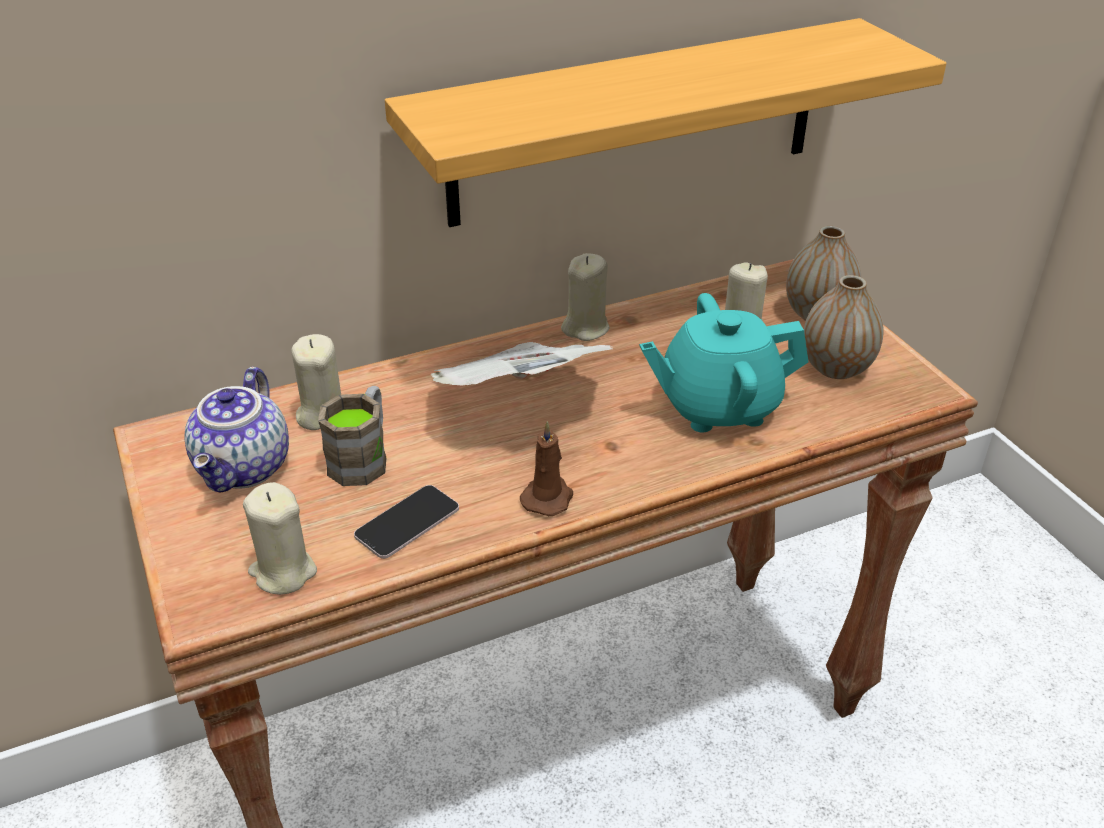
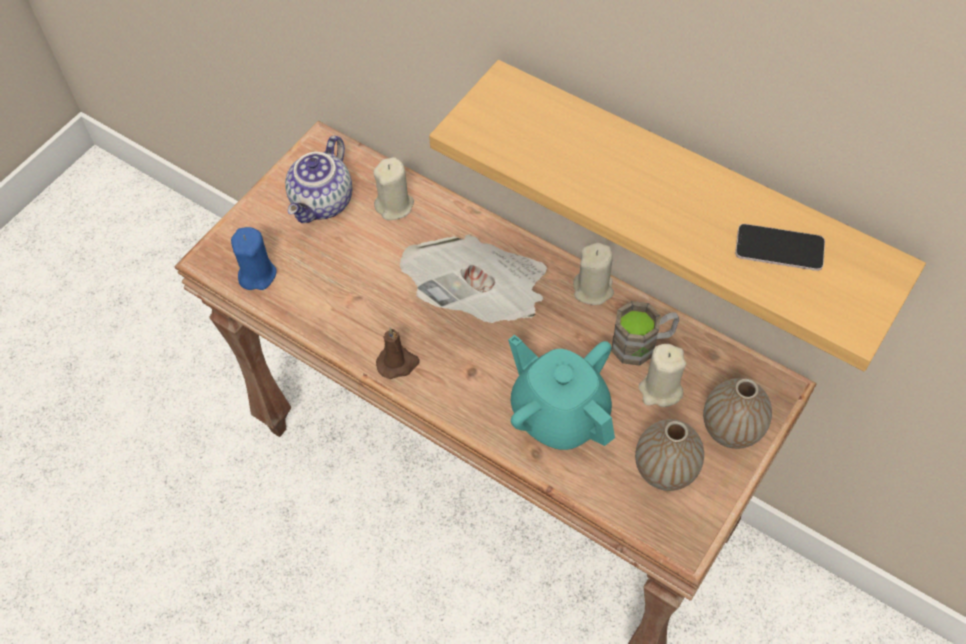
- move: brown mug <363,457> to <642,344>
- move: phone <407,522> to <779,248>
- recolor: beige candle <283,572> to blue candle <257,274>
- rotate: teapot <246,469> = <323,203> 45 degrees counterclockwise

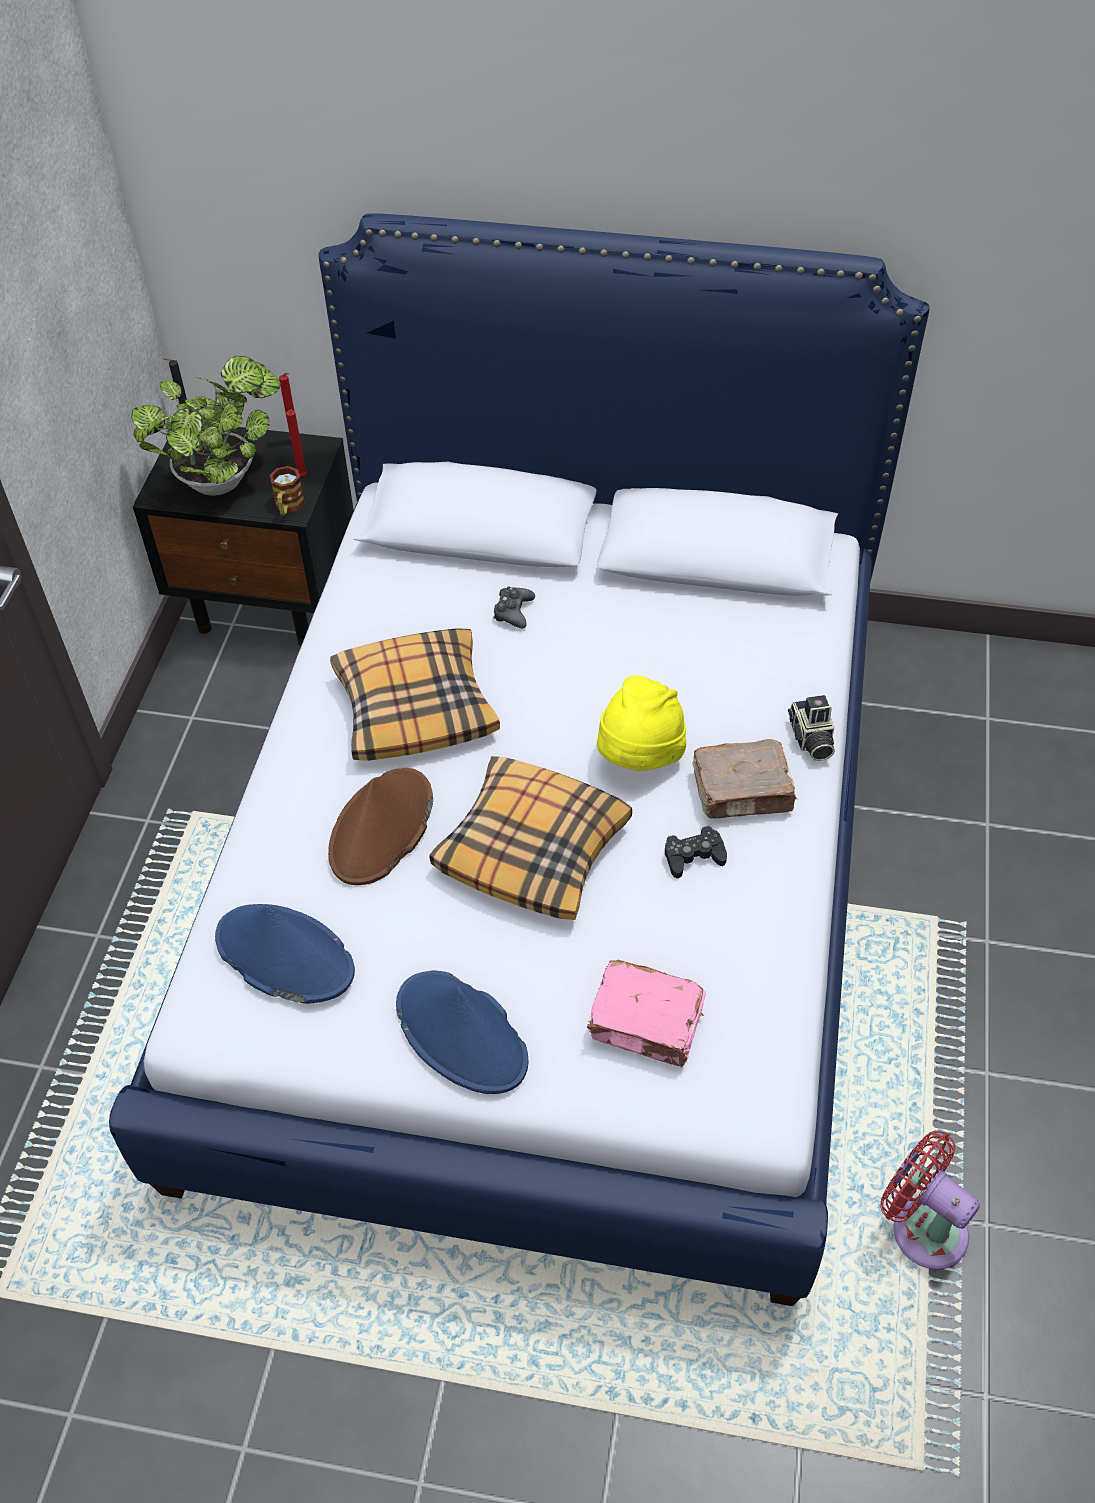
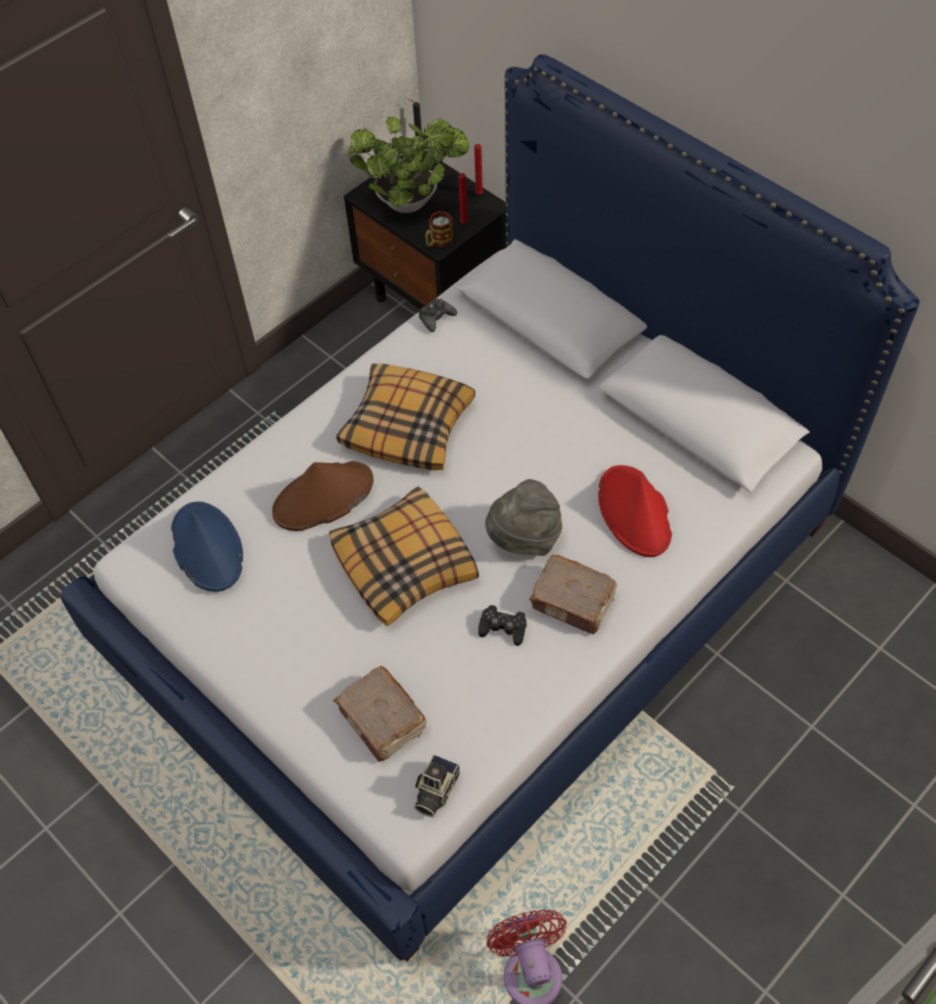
- delete: blue hat <462,1034>
- insert: red hat <634,512>
- move: black game controller <513,611> to <436,318>
- move: photo camera <810,739> to <435,791>
- recolor: pink book <647,1024> to brown book <382,721>
- recolor: yellow hat <639,756> to grey hat <524,538>

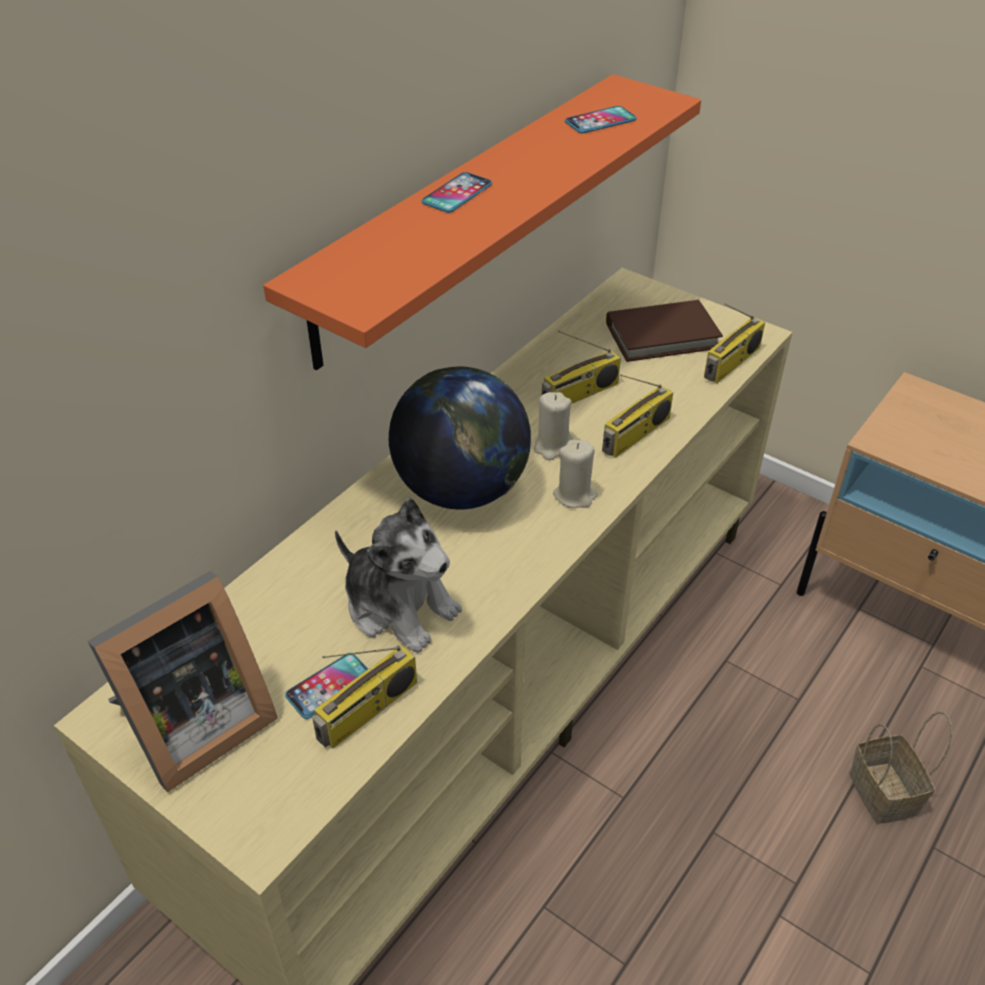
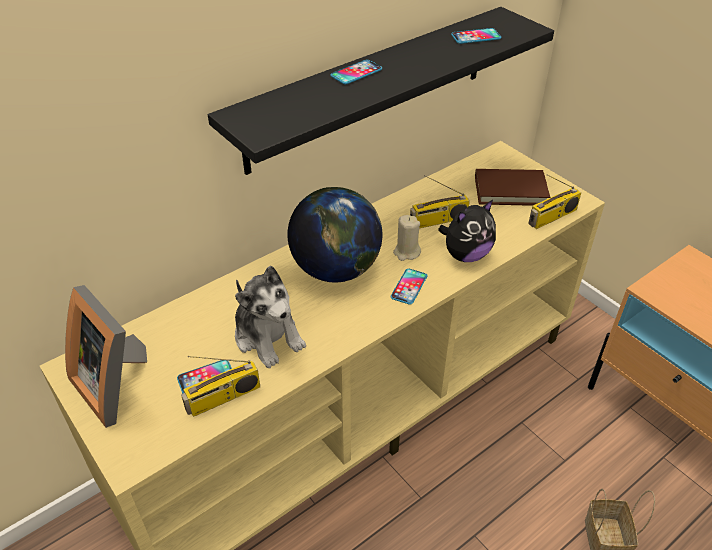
- replace: beige candle <575,495> to phone <409,287>
- replace: radio <636,435> to plush toy <466,254>
- recolor: orange shelf <465,215> to black shelf <370,88>
- rotate: picture frame <192,726> = <116,384> 75 degrees clockwise

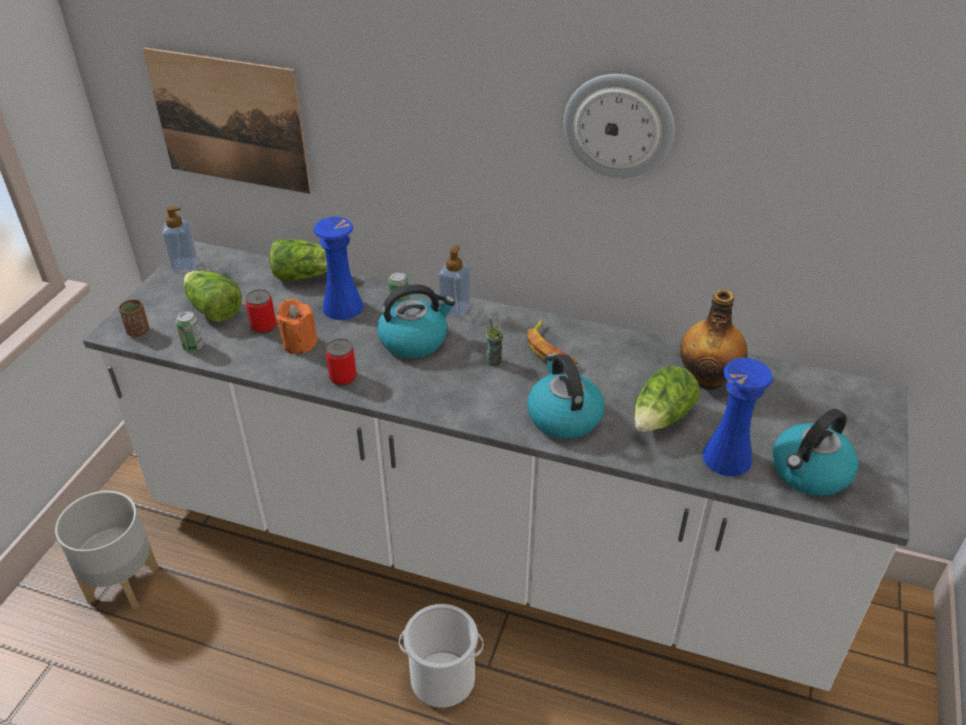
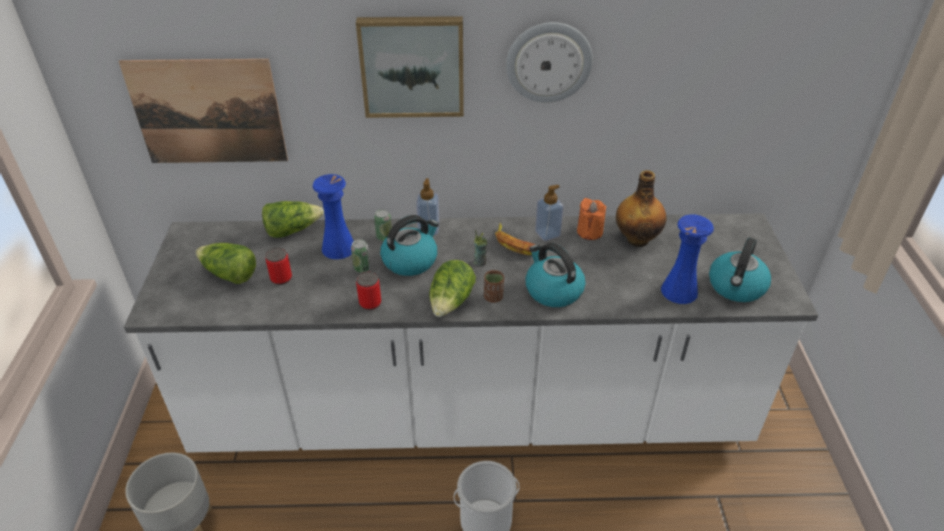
- insert: picture <412,66>
- move: brown cup <138,331> to <493,297>
- move: soap dispenser <184,264> to <547,234>
- move: can <193,346> to <362,268>
- move: orange candle <299,343> to <589,232>
- move: lettuce <661,418> to <451,302>

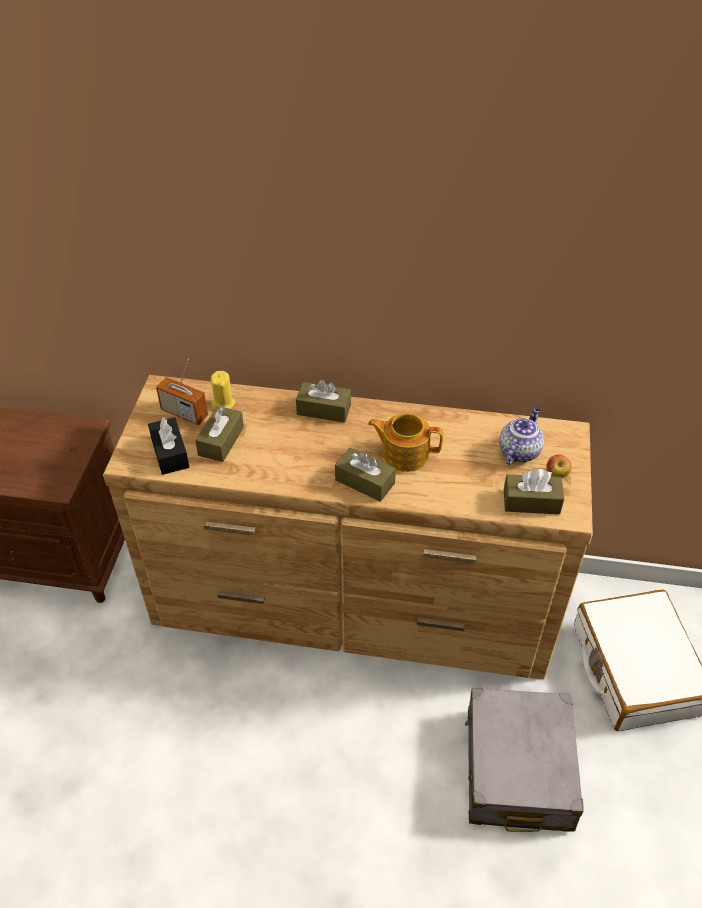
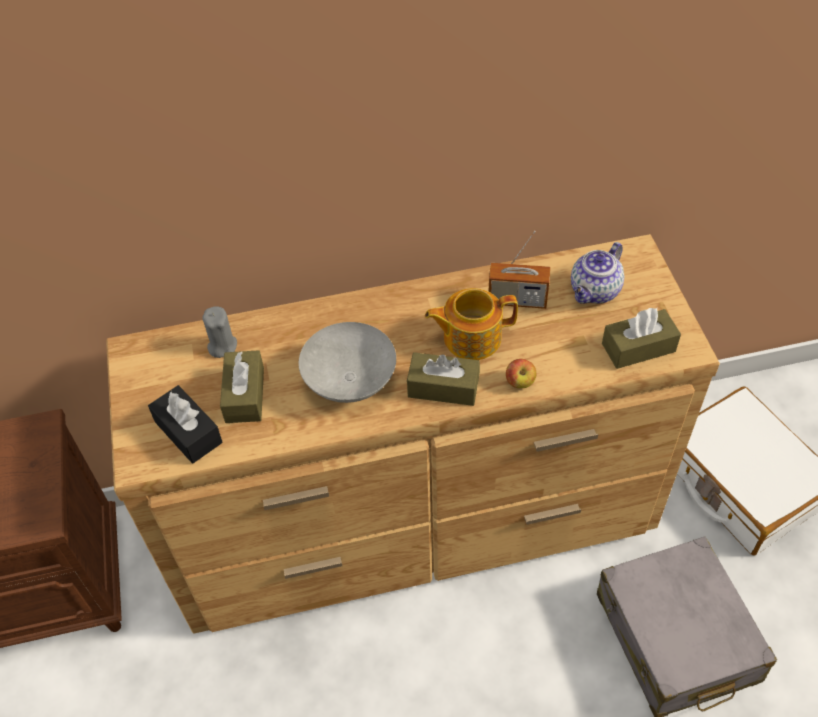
- delete: brown tissue box <324,410>
- insert: grey bowl <348,380>
- move: radio <184,413> to <517,300>
- move: apple <557,474> to <520,382>
- recolor: yellow candle <223,403> to grey candle <222,345>
- rotate: teapot <519,451> = <594,292> 150 degrees counterclockwise

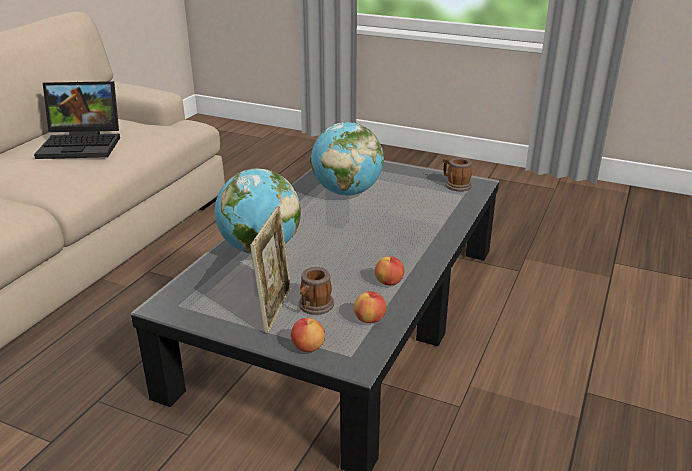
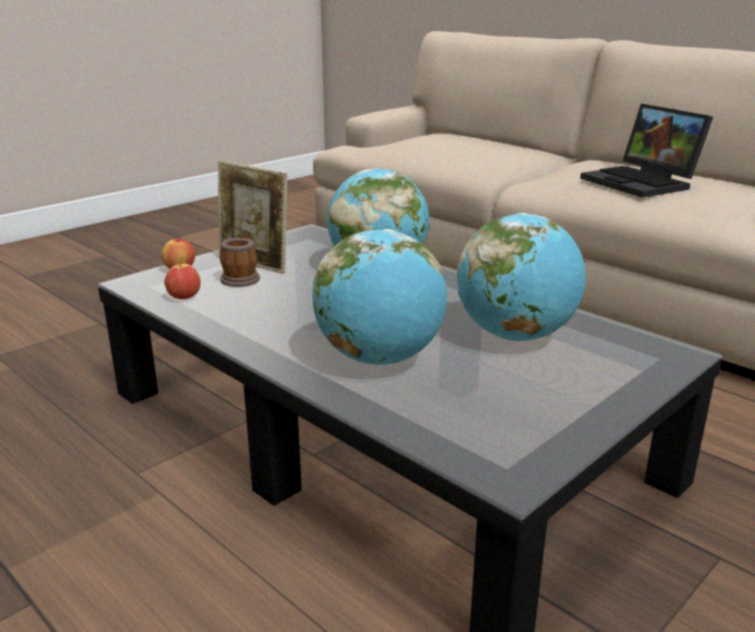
- delete: apple <389,282>
- delete: mug <455,185>
- insert: globe <380,358>
- rotate: laptop <83,144> = <642,183> 45 degrees counterclockwise

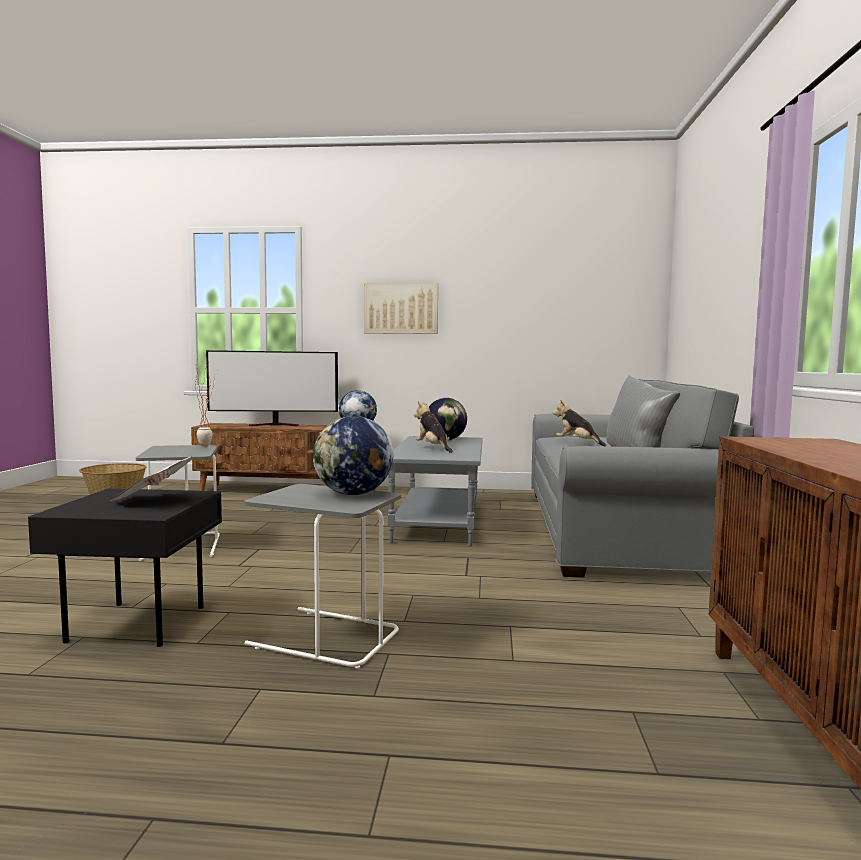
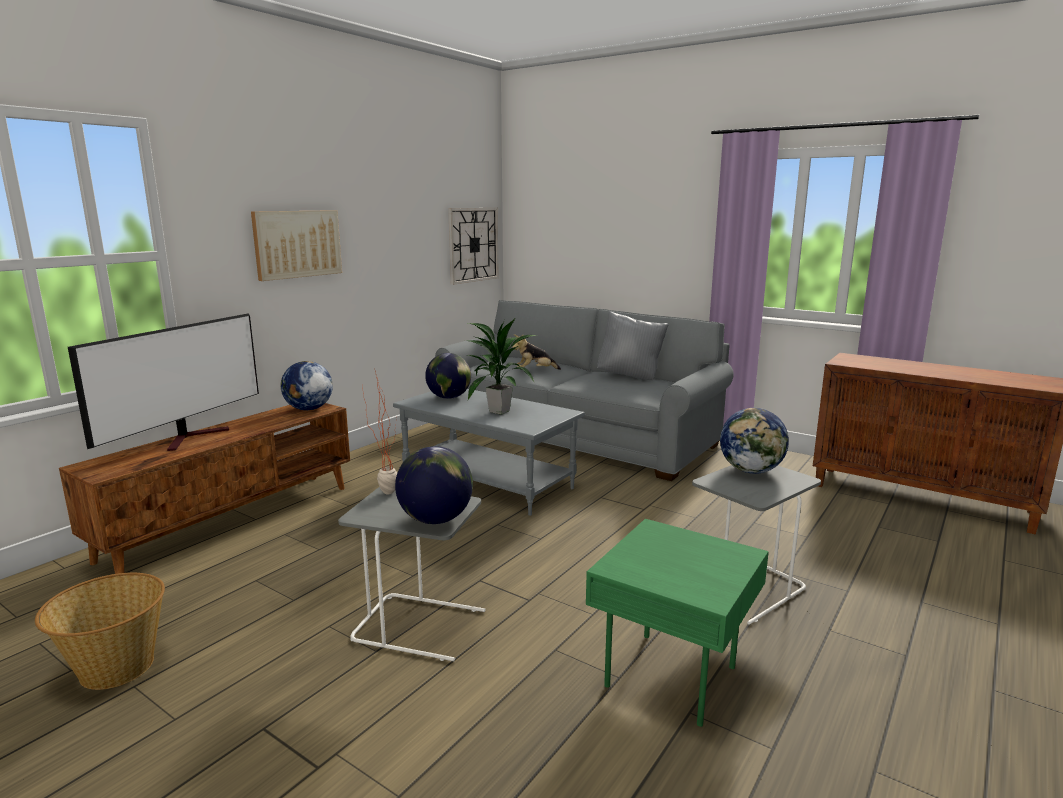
- delete: newspaper <153,500>
- insert: globe <435,520>
- insert: wall clock <473,245>
- replace: plush toy <433,448> to potted plant <498,411>
- recolor: black side table <139,625> to green side table <675,676>

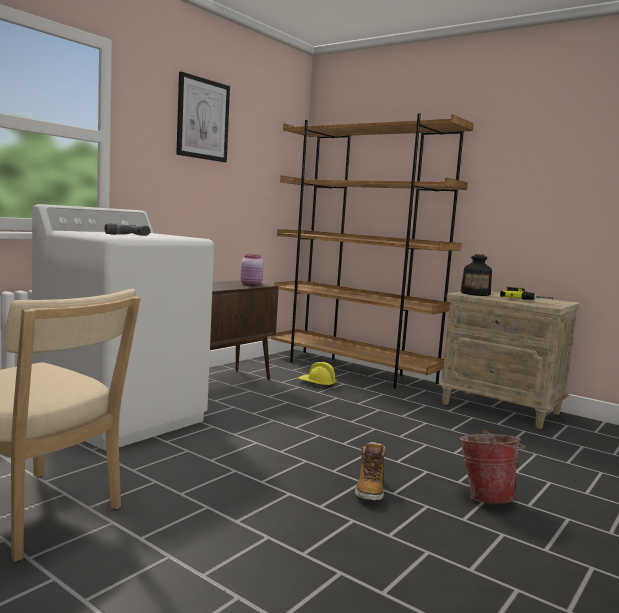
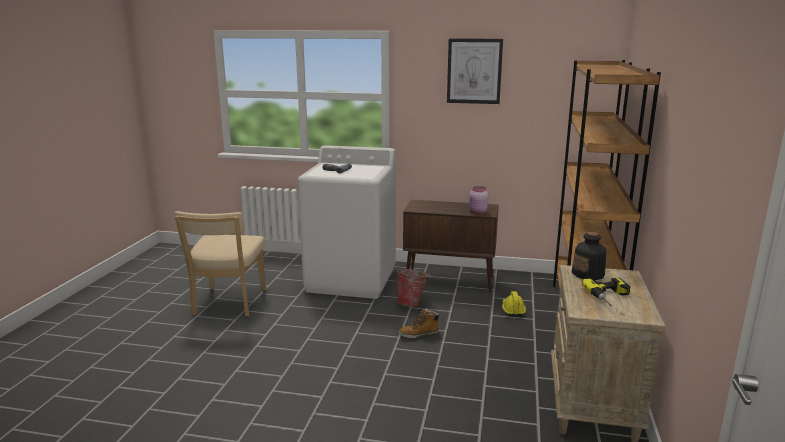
- move: boot <369,490> to <419,334>
- move: bucket <485,497> to <412,304>

